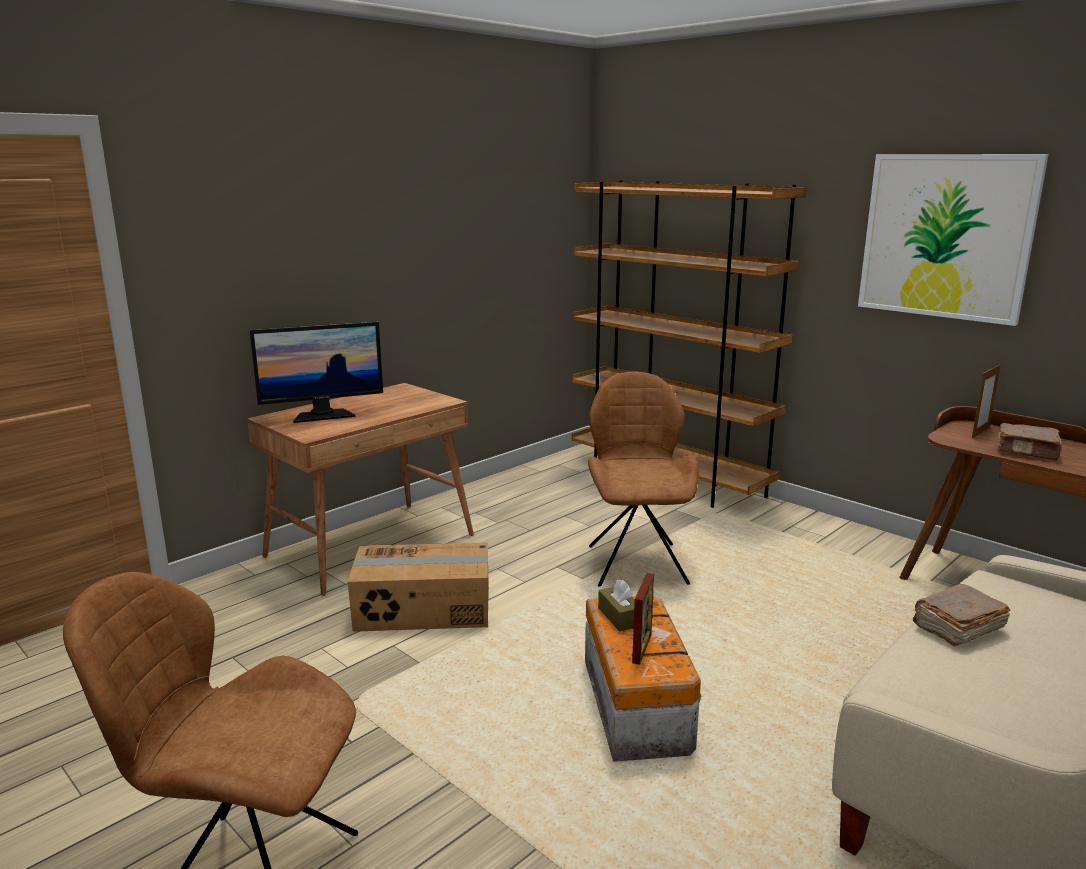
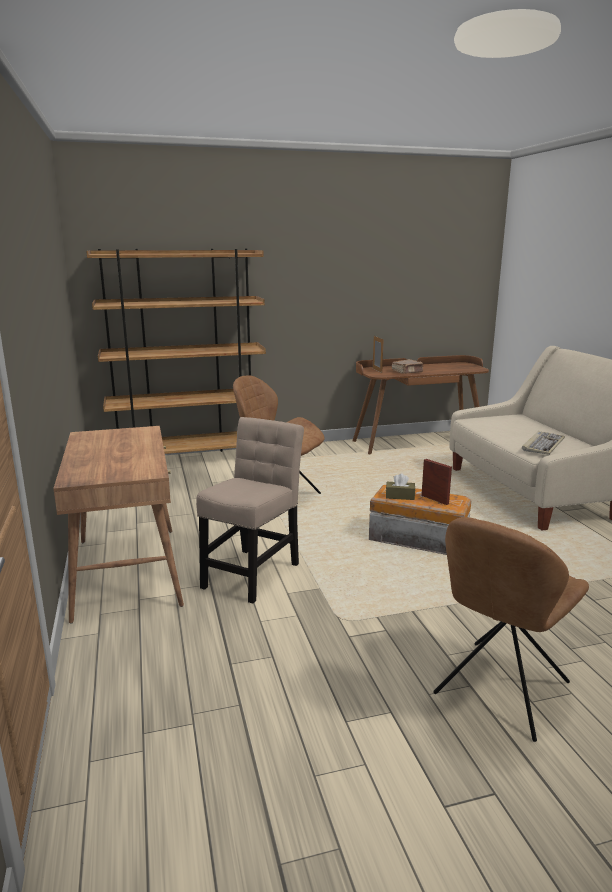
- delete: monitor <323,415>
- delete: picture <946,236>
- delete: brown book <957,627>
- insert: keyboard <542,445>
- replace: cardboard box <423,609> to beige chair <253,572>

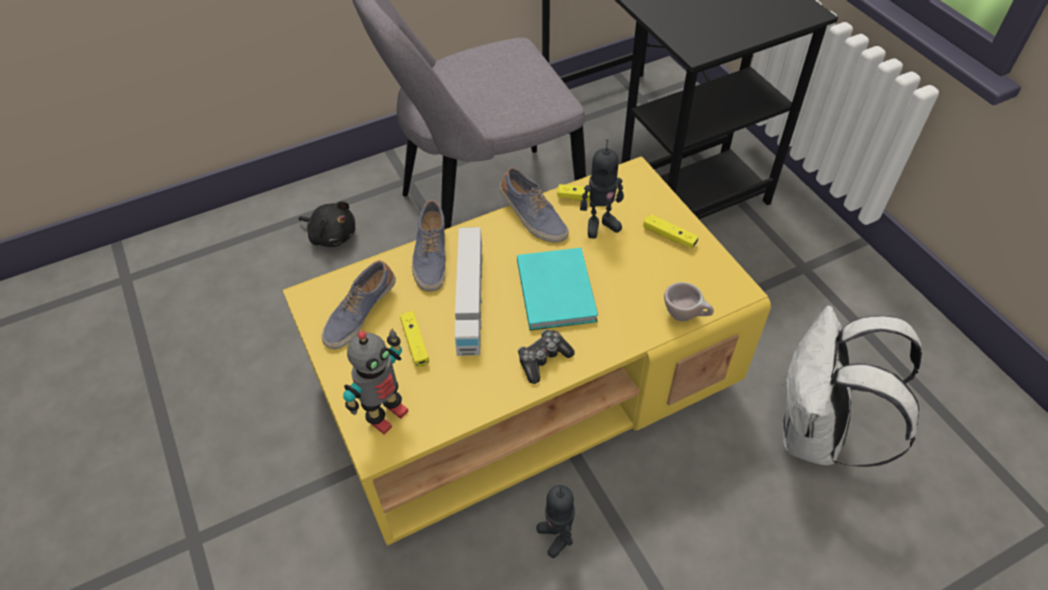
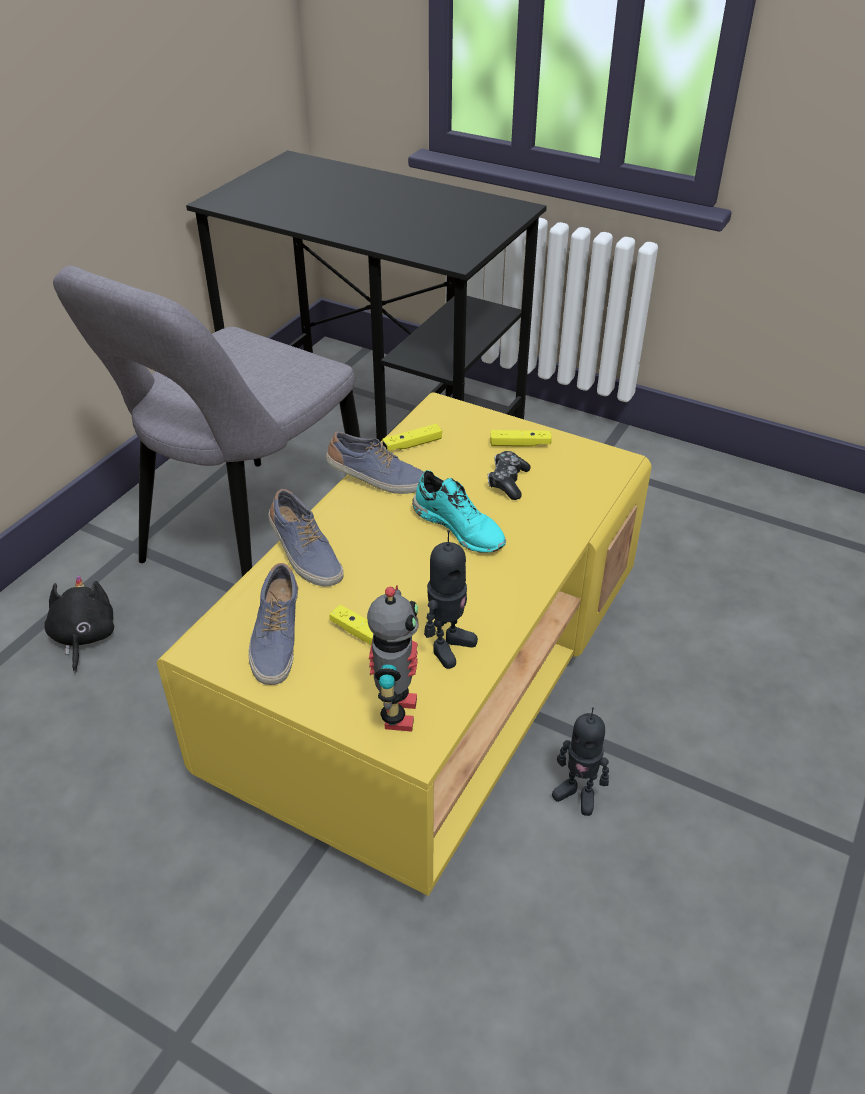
- delete: toy truck <470,300>
- delete: beige cup <685,315>
- delete: white backpack <815,434>
- move: game controller <543,359> to <508,482>
- move: toy robot <600,225> to <448,646>
- replace: turquoise book <557,289> to turquoise shoe <460,528>
- rotate: black plush toy <332,235> = <83,637> 90 degrees counterclockwise

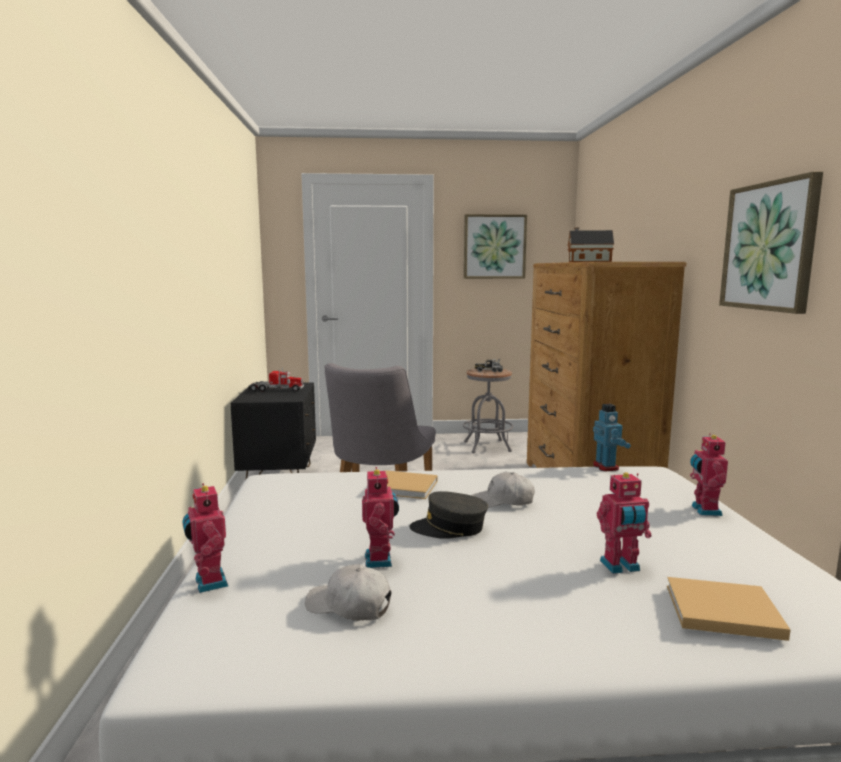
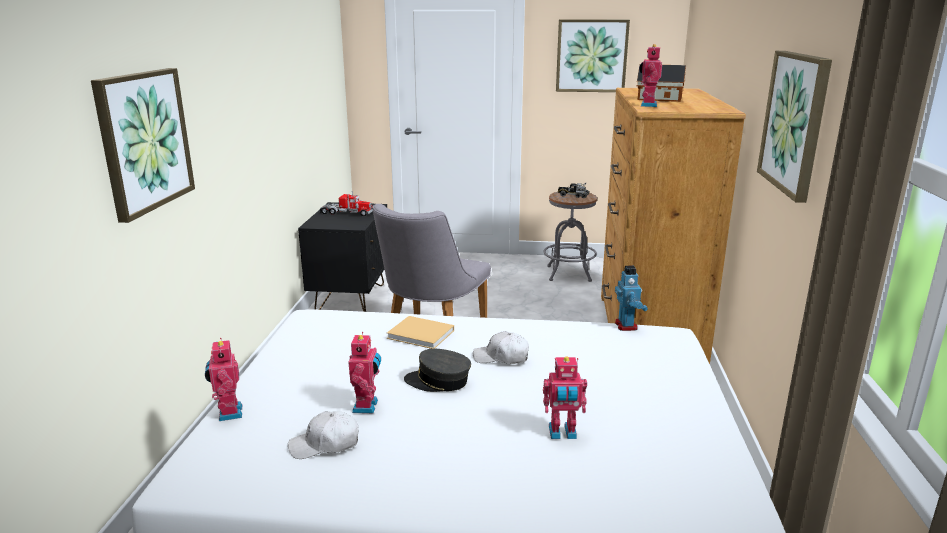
- delete: beige book <719,611>
- insert: picture <144,141>
- move: toy robot <704,510> to <647,105>
- rotate: white cap <349,606> = <325,444> 45 degrees counterclockwise

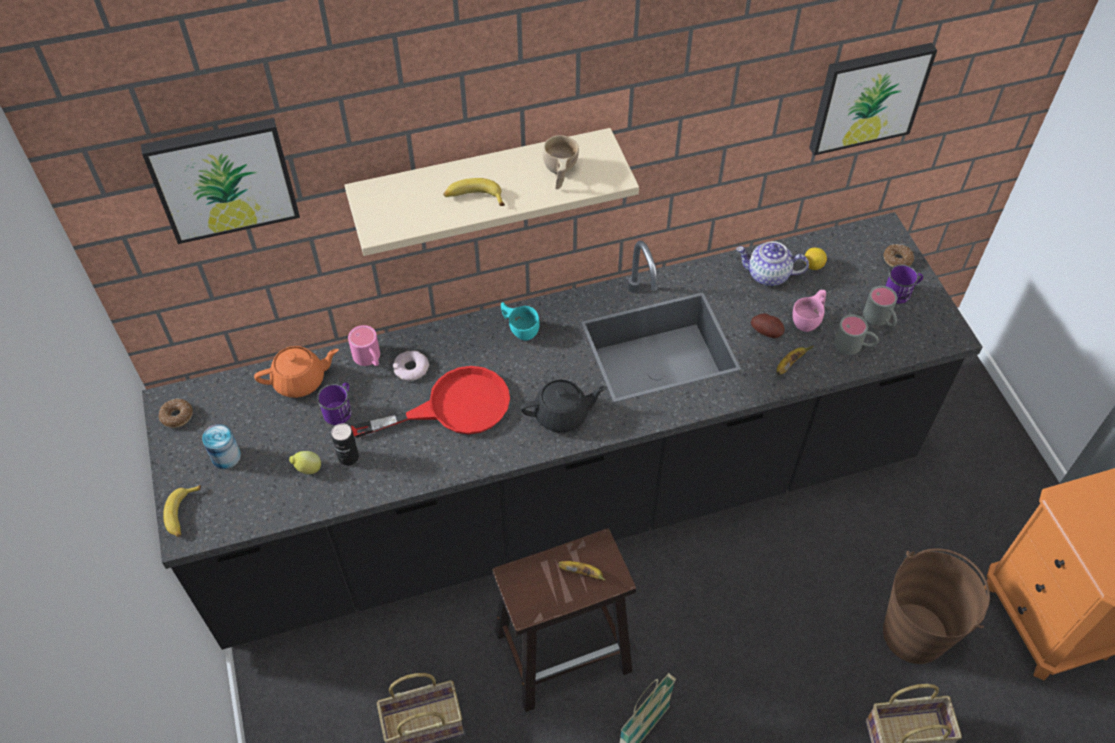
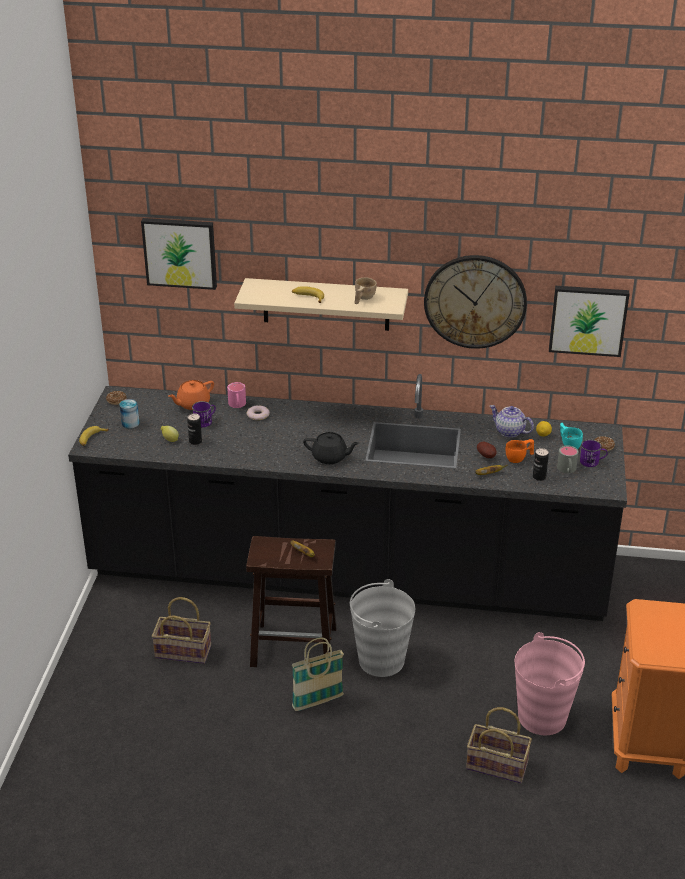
- delete: red frying pan <453,407>
- insert: grey bucket <381,660>
- insert: wall clock <475,301>
- move: turquoise cup <519,328> to <568,444>
- replace: grey mug <854,346> to can <539,477>
- recolor: pink cup <809,319> to orange cup <519,458>
- recolor: brown bucket <915,634> to pink bucket <543,717>
- rotate: orange teapot <300,380> = <192,404> 135 degrees clockwise

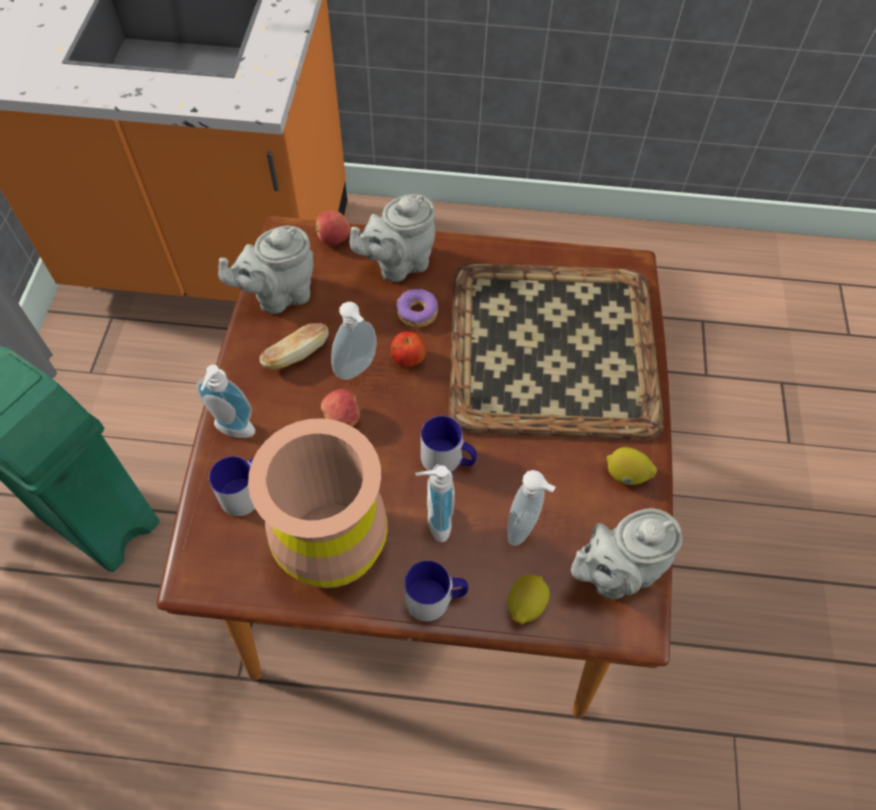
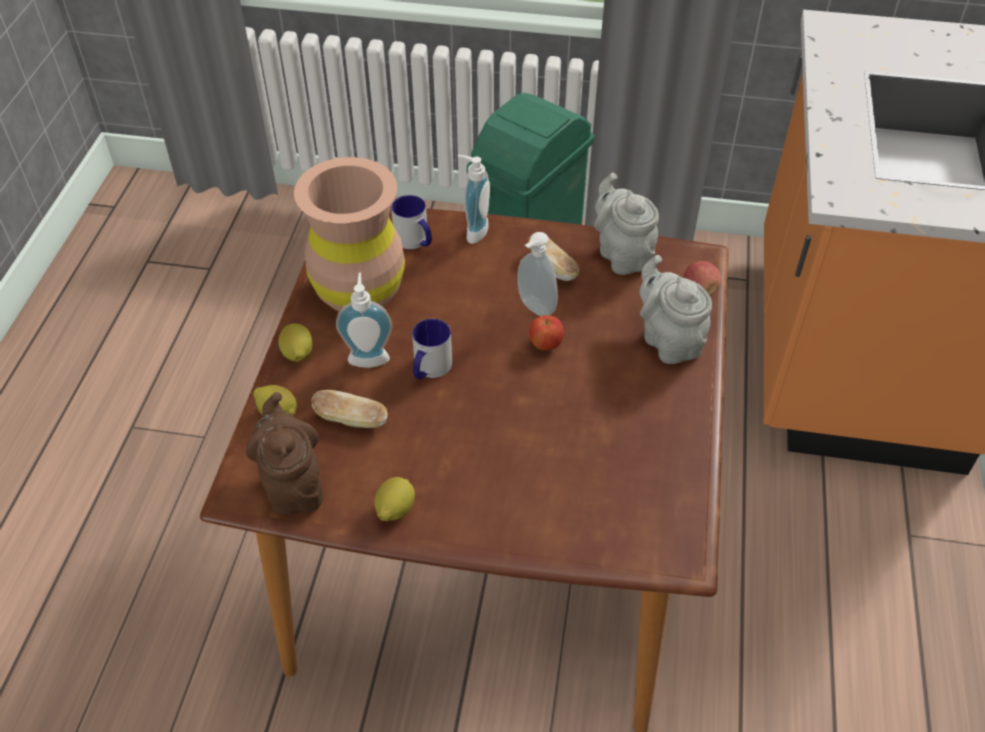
- delete: apple <343,418>
- delete: donut <417,313>
- delete: tray <554,347>
- replace: mug <436,599> to lemon <297,354>
- replace: soap dispenser <524,528> to bread <351,420>
- recolor: grey teapot <615,572> to brown teapot <293,485>

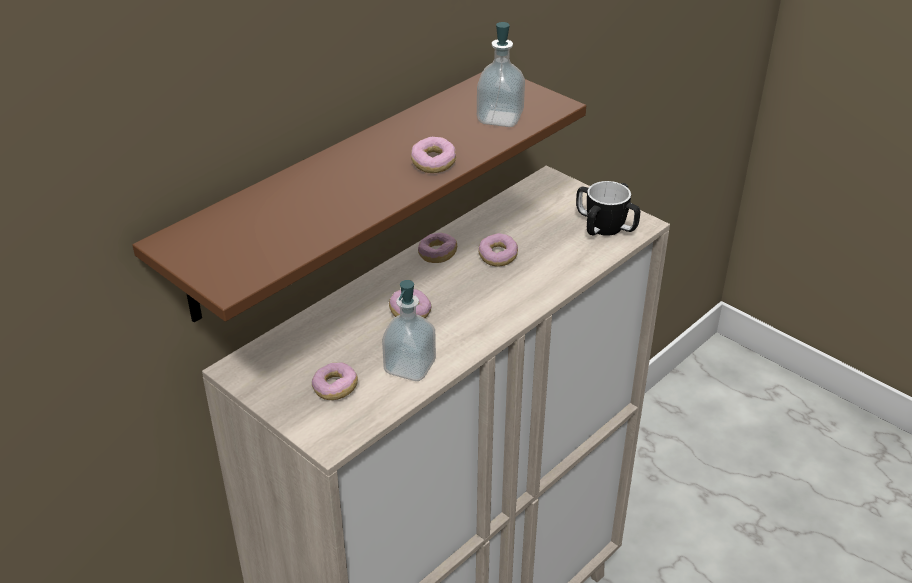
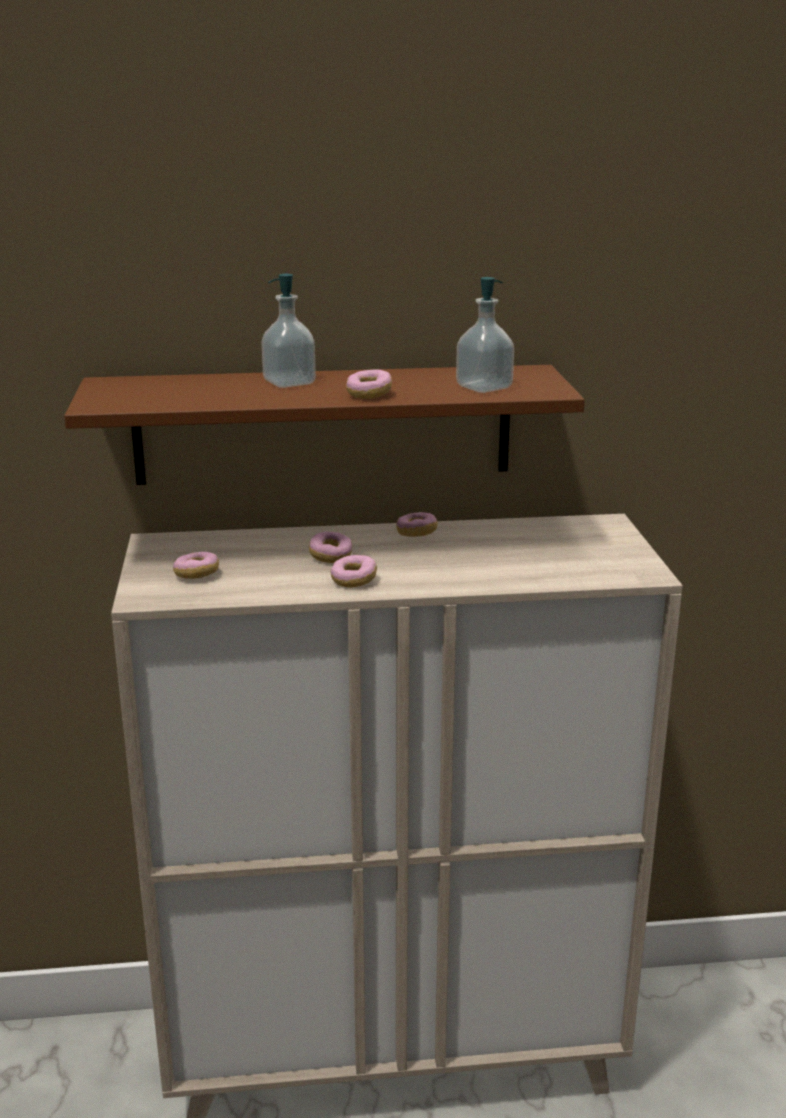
- delete: mug <605,227>
- move: soap dispenser <410,367> to <289,382>
- move: donut <497,257> to <354,581>

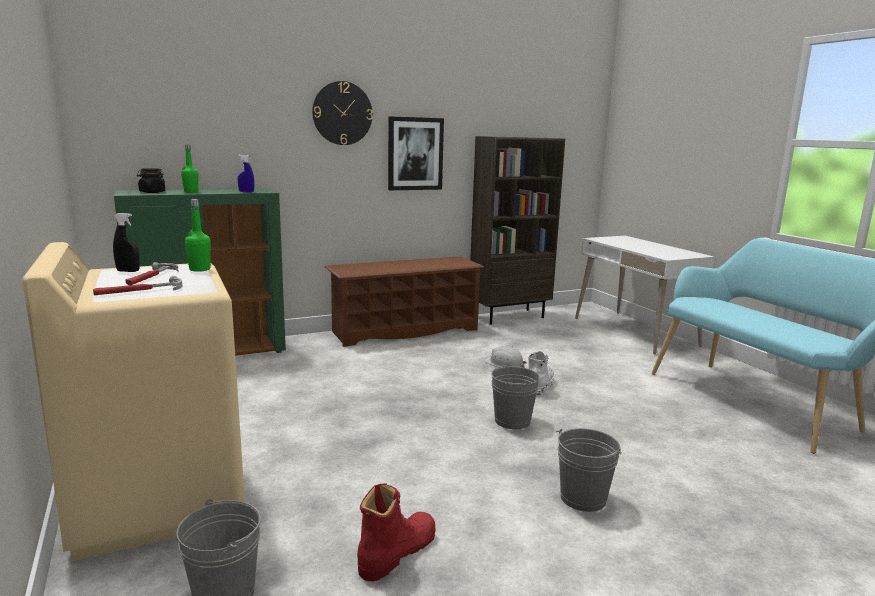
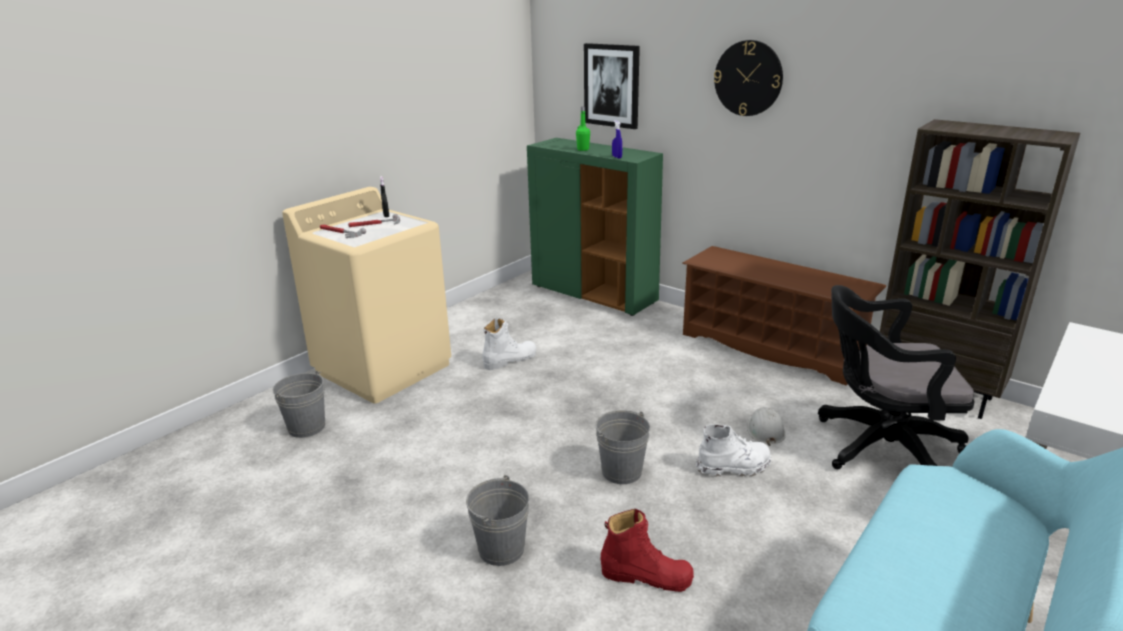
- delete: black jar <152,192>
- delete: green bottle <199,269>
- insert: white boot <509,360>
- insert: black office chair <879,448>
- move: red boot <397,552> to <646,575>
- move: picture <415,154> to <612,85>

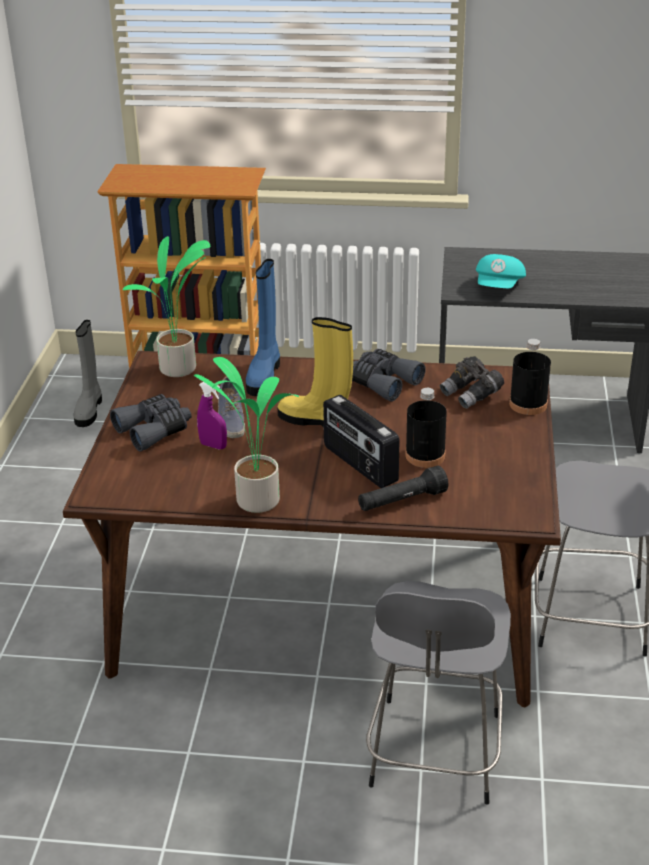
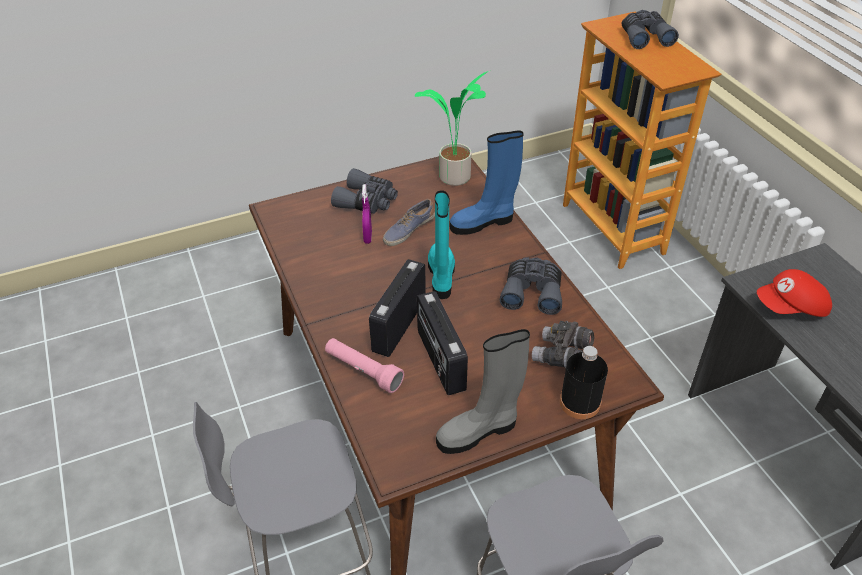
- delete: potted plant <254,501>
- insert: grey binoculars <645,37>
- move: grey boot <89,410> to <479,431>
- replace: black bottle <425,456> to radio <440,361>
- recolor: yellow boot <316,421> to turquoise boot <441,276>
- recolor: black flashlight <402,501> to pink flashlight <363,371>
- recolor: turquoise cap <499,287> to red cap <791,308>

